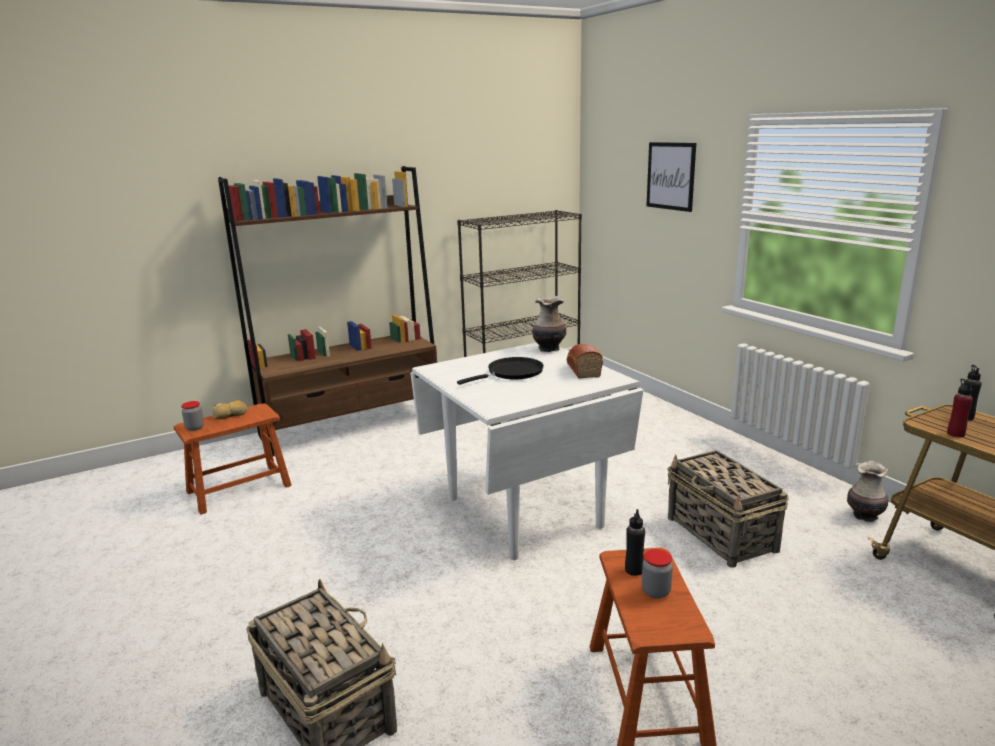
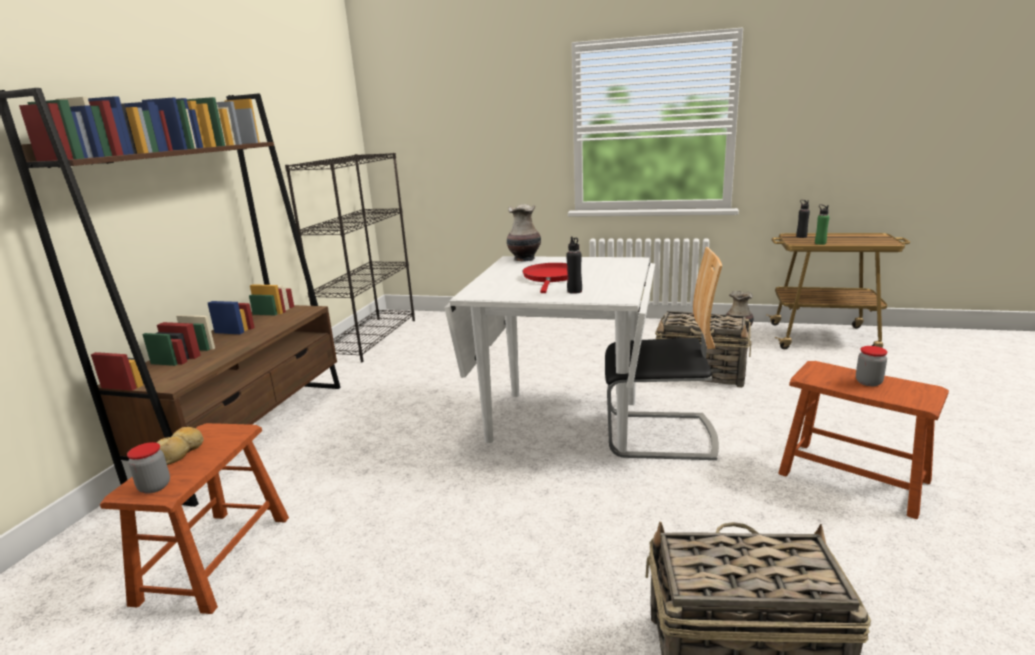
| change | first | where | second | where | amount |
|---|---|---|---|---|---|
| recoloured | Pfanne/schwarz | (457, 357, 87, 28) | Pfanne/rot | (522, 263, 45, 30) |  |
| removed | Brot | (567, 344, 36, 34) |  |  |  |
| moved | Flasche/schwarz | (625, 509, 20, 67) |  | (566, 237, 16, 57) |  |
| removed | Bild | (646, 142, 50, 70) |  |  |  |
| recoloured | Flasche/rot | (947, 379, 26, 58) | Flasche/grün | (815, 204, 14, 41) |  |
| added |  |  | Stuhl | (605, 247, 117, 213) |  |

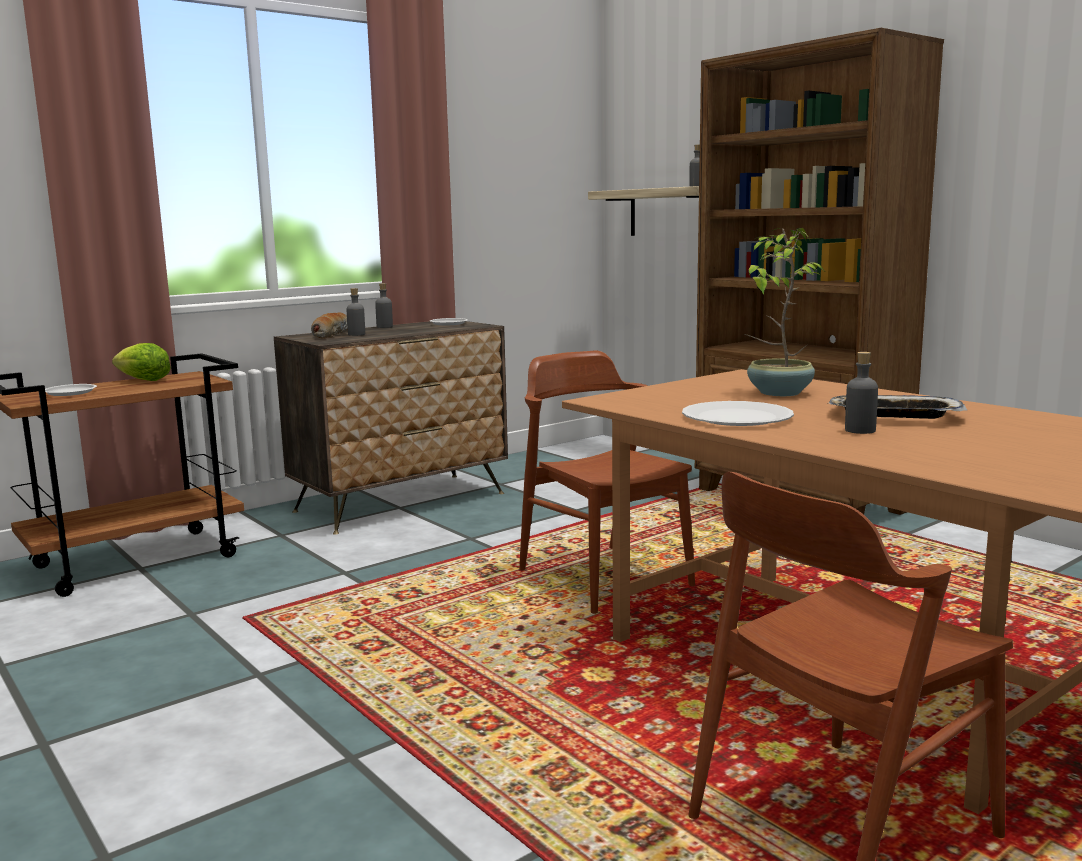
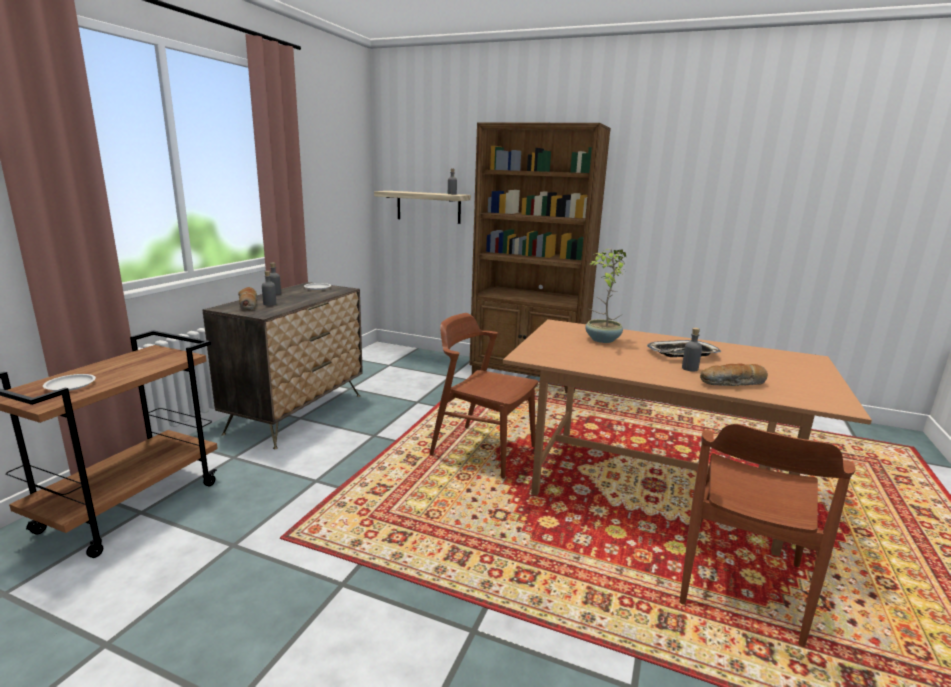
| change | first | where | second | where | amount |
|---|---|---|---|---|---|
| removed | Salatkopf | (112, 343, 59, 38) |  |  |  |
| removed | Teller/weiß | (682, 401, 112, 25) |  |  |  |
| added |  |  | Brot | (700, 364, 68, 22) |  |

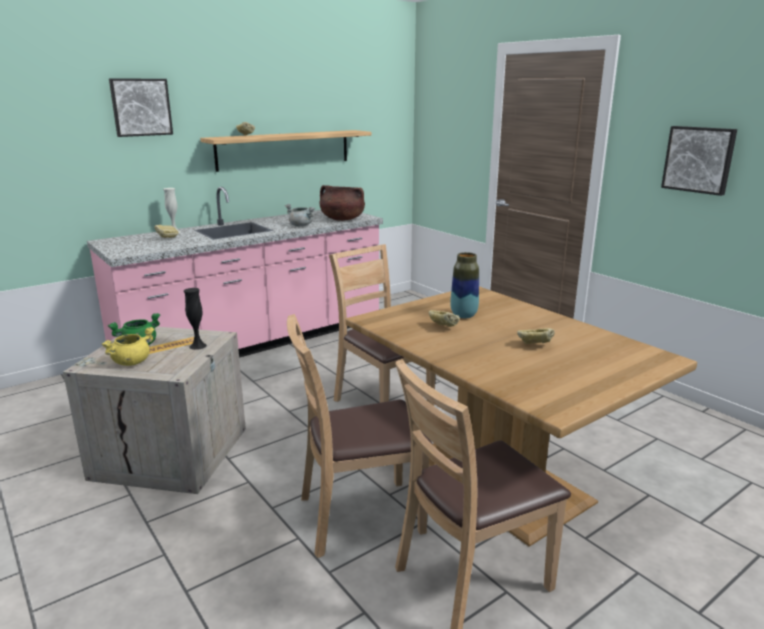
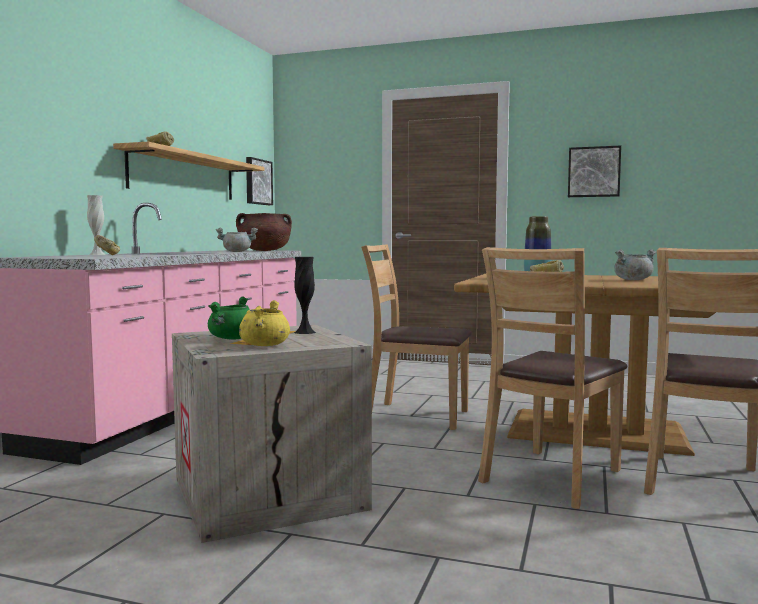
| change | first | where | second | where | amount |
|---|---|---|---|---|---|
| moved | Bild | (109, 78, 64, 59) |  | (246, 157, 27, 48) |  |
| replaced | Brot | (517, 328, 38, 16) | Kochtopf/grau | (614, 249, 42, 31) |  |

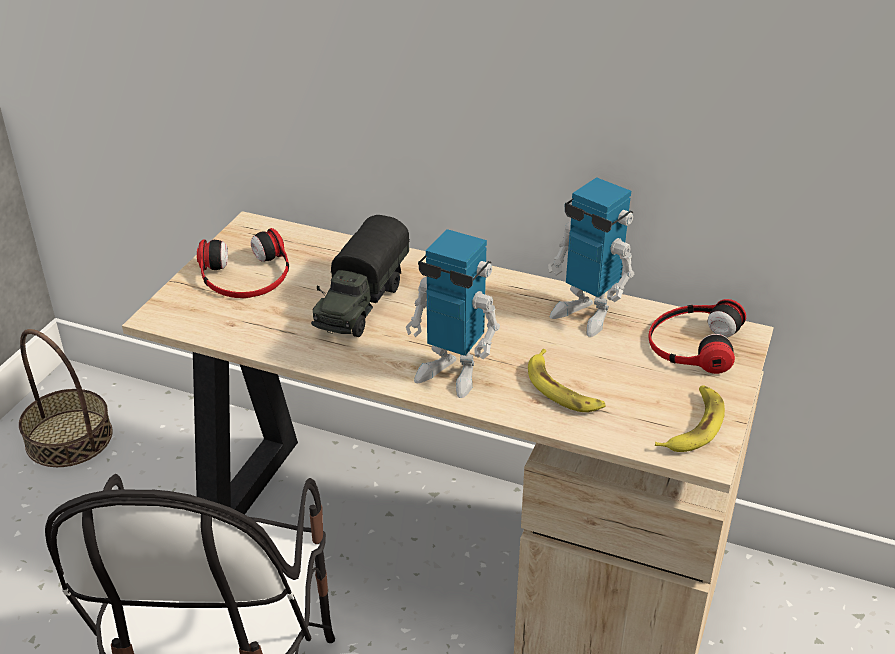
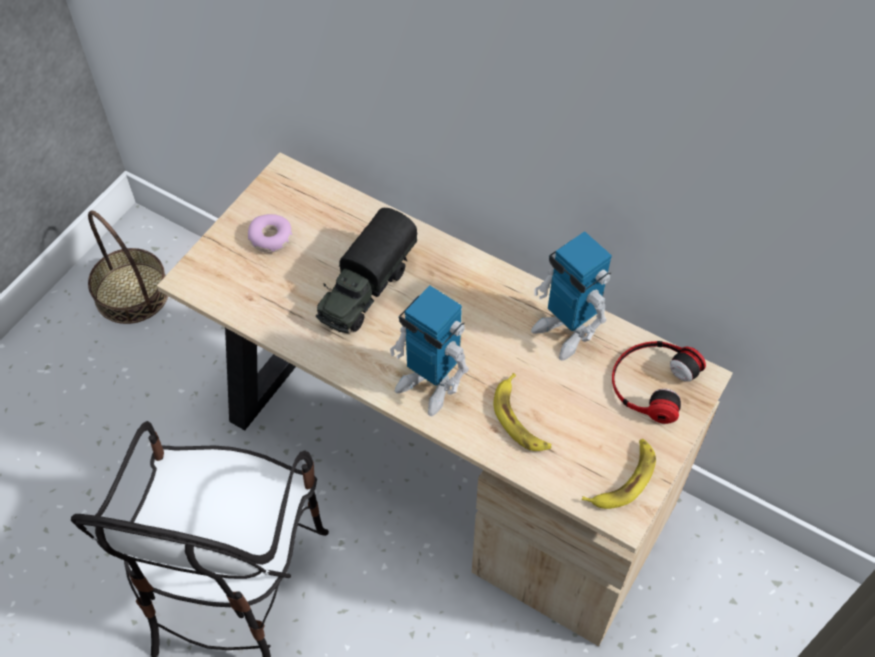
| change | first | where | second | where | amount |
|---|---|---|---|---|---|
| replaced | Kopfhörer | (197, 228, 92, 70) | Donut | (248, 214, 44, 39) |  |

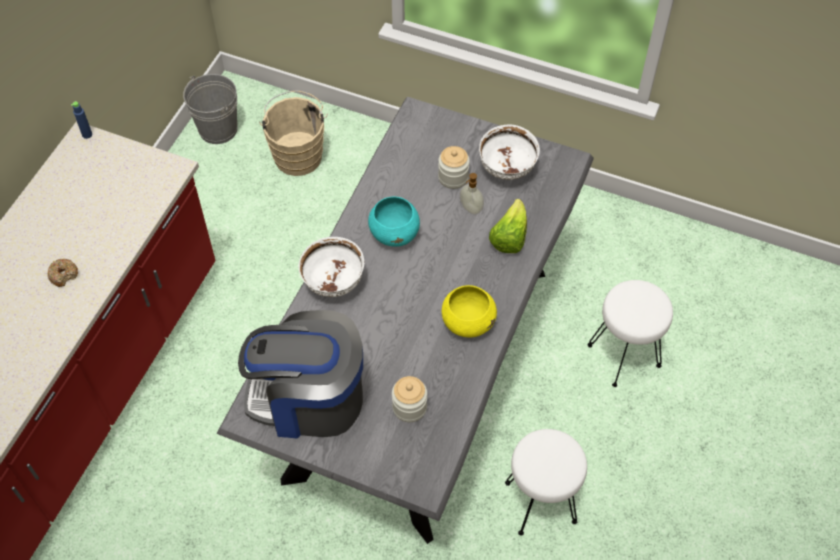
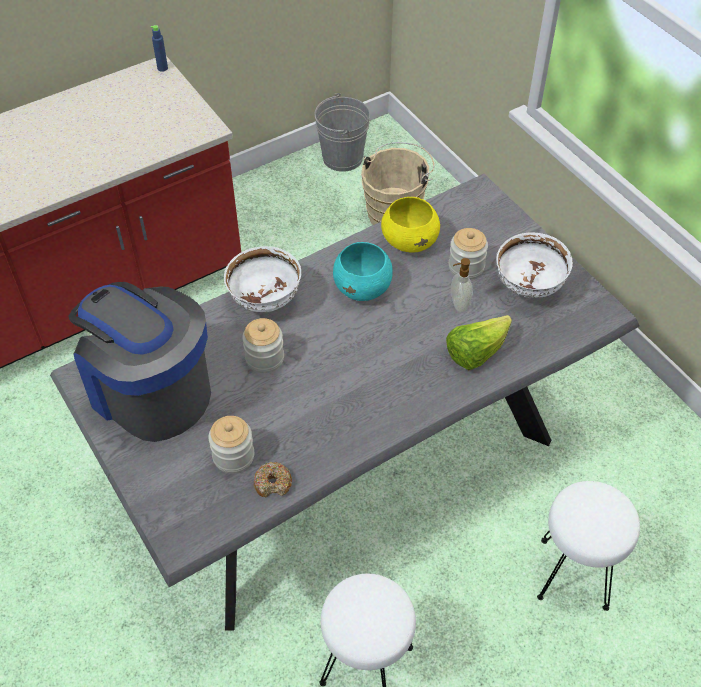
| change | first | where | second | where | amount |
|---|---|---|---|---|---|
| moved | Donut | (48, 259, 30, 28) |  | (254, 462, 38, 36) |  |
| moved | Schüssel/gelb | (442, 285, 55, 53) |  | (381, 197, 59, 56) |  |
| added |  |  | Vorratsglas | (242, 318, 42, 55) |  |

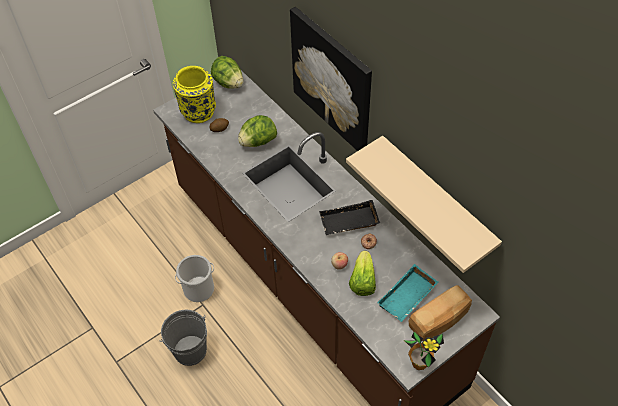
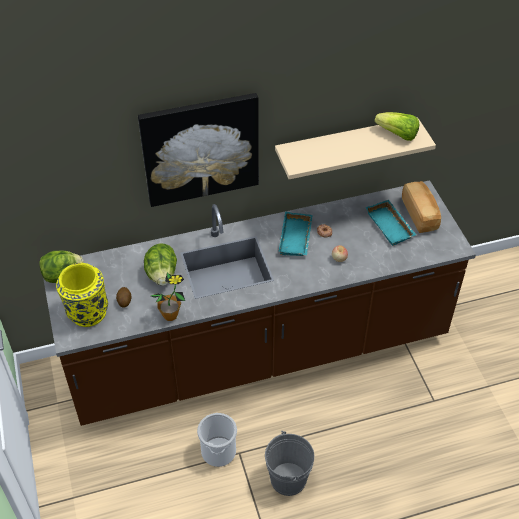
| change | first | where | second | where | amount |
|---|---|---|---|---|---|
| recoloured | Tablett/schwarz | (319, 200, 61, 35) | Tablett/türkis | (278, 212, 35, 44) |  |
| moved | Salatkopf | (349, 251, 27, 45) |  | (374, 112, 45, 29) |  |
| moved | Topfpflanze | (404, 332, 40, 38) |  | (151, 272, 34, 49) |  |

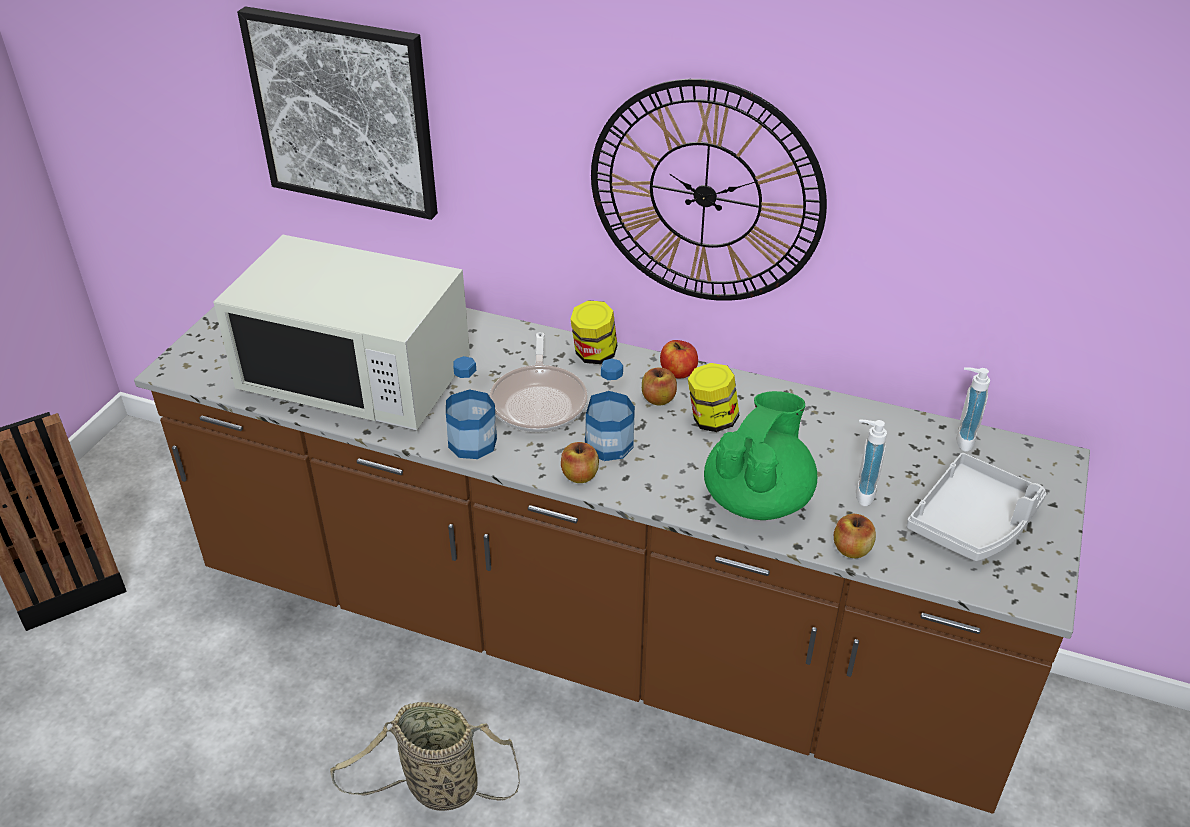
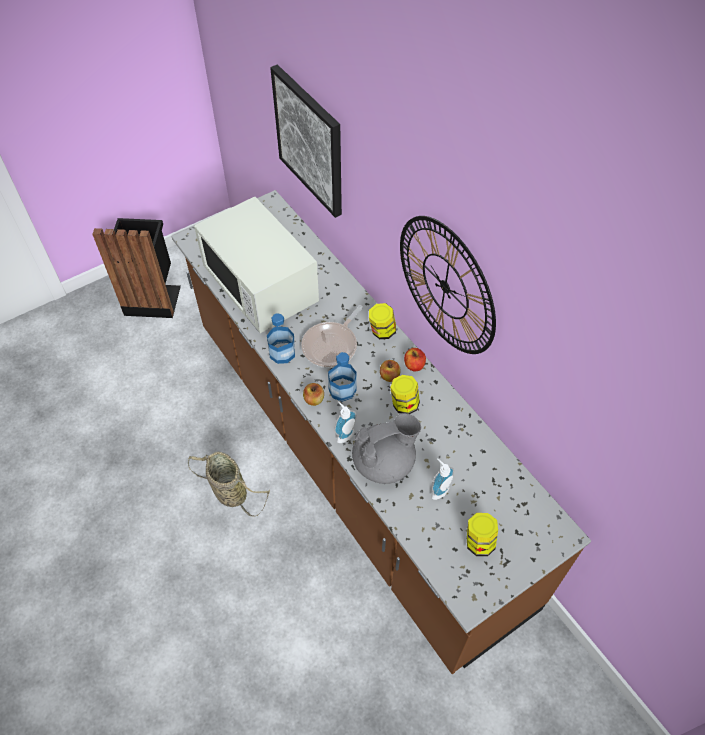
| change | first | where | second | where | amount |
|---|---|---|---|---|---|
| recoloured | Teekanne/grün | (704, 391, 113, 129) | Teekanne/grau | (352, 413, 69, 71) |  |
| removed | Apfel | (834, 514, 42, 44) |  |  |  |
| replaced | Tablett/grau | (907, 453, 140, 108) | Vorratsglas | (467, 513, 31, 43) |  |
| moved | Seifenspender | (956, 367, 34, 85) |  | (334, 401, 23, 42) |  |

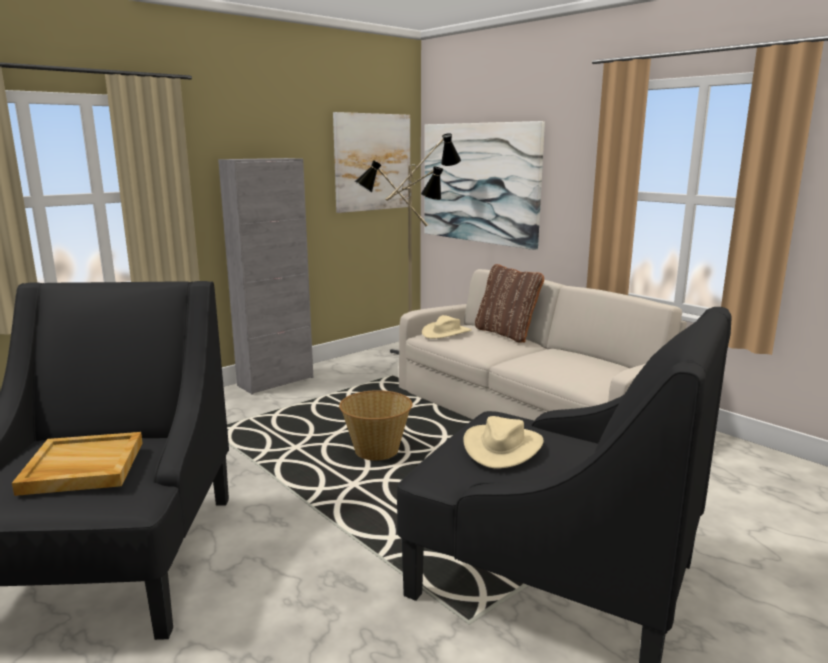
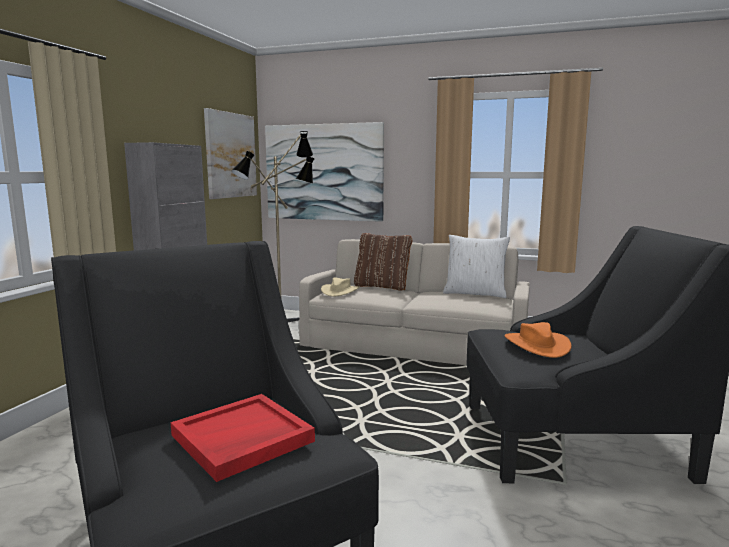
| change | first | where | second | where | amount |
|---|---|---|---|---|---|
| recoloured | Tablett/beige | (12, 432, 130, 64) | Tablett/rot | (171, 394, 144, 88) |  |
| removed | Korb | (339, 390, 74, 70) |  |  |  |
| recoloured | Hut/beige | (464, 416, 80, 53) | Hut/orange | (505, 322, 66, 36) |  |
| added |  |  | Kissen/weiß | (443, 235, 67, 63) |  |

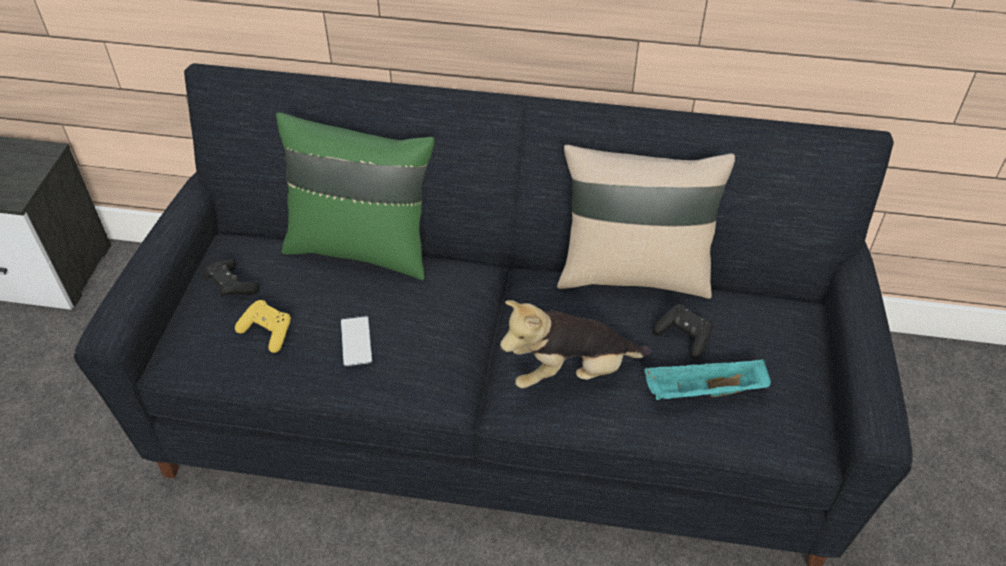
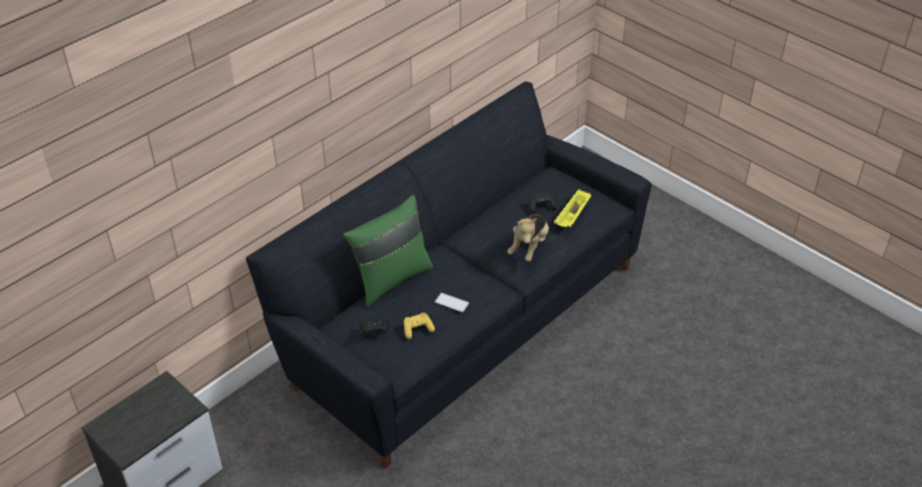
| change | first | where | second | where | amount |
|---|---|---|---|---|---|
| removed | Kissen/beige | (557, 145, 178, 154) |  |  |  |
| recoloured | Tablett/türkis | (644, 359, 127, 41) | Tablett/gelb | (554, 189, 37, 38) |  |

